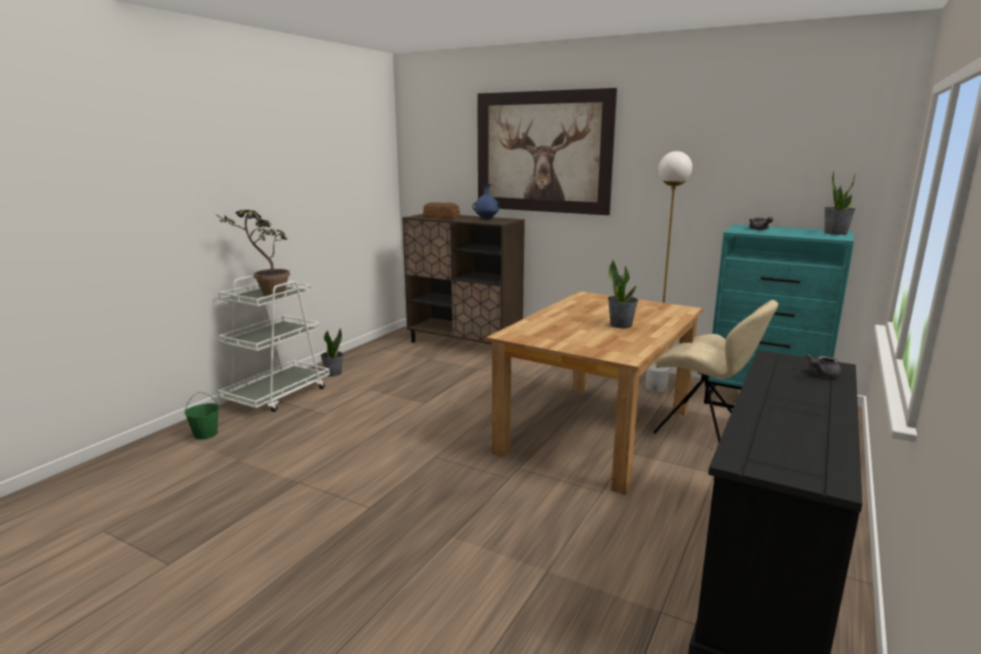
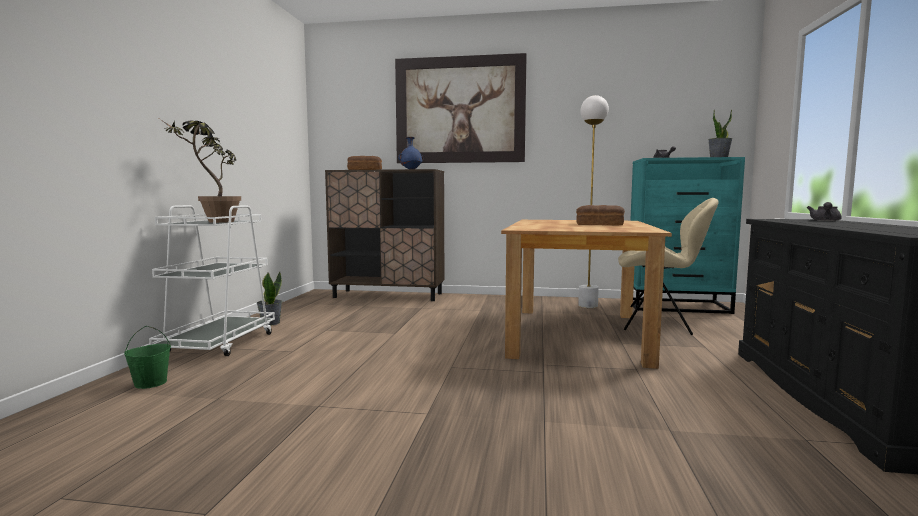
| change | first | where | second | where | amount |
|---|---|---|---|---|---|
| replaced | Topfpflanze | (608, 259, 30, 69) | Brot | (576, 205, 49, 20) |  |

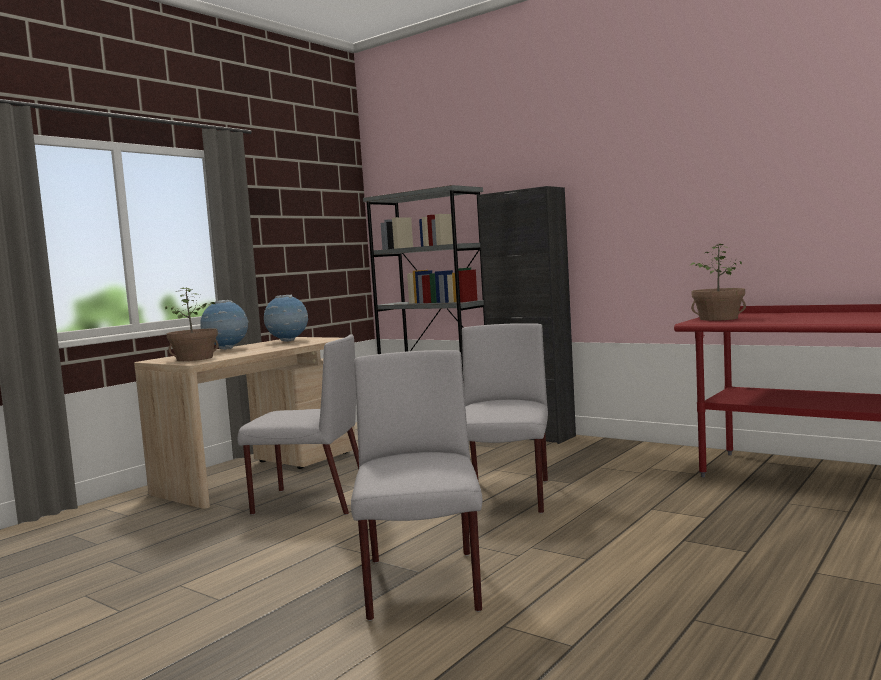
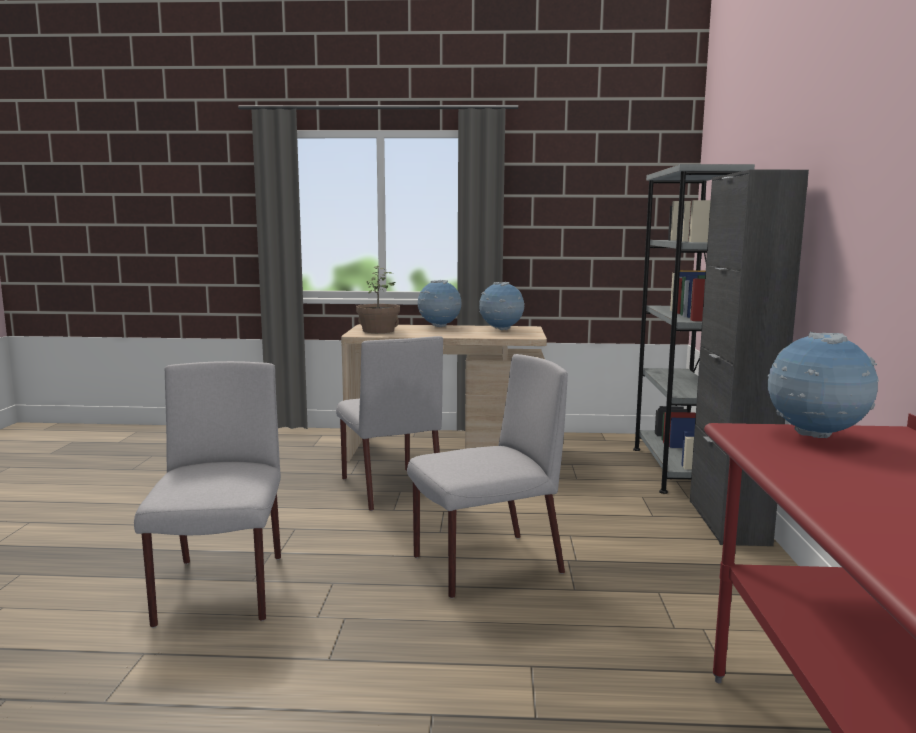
| change | first | where | second | where | amount |
|---|---|---|---|---|---|
| turned | Stuhl/grau | (351, 350, 131, 271) |  | (134, 361, 147, 267) | 60 degrees counterclockwise |
| replaced | Topfpflanze | (690, 244, 56, 77) | Globus | (767, 332, 112, 106) |  |

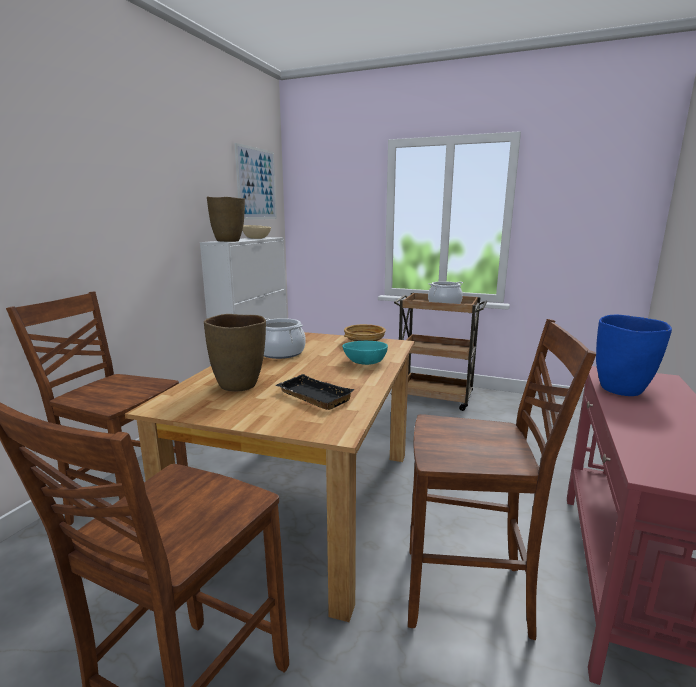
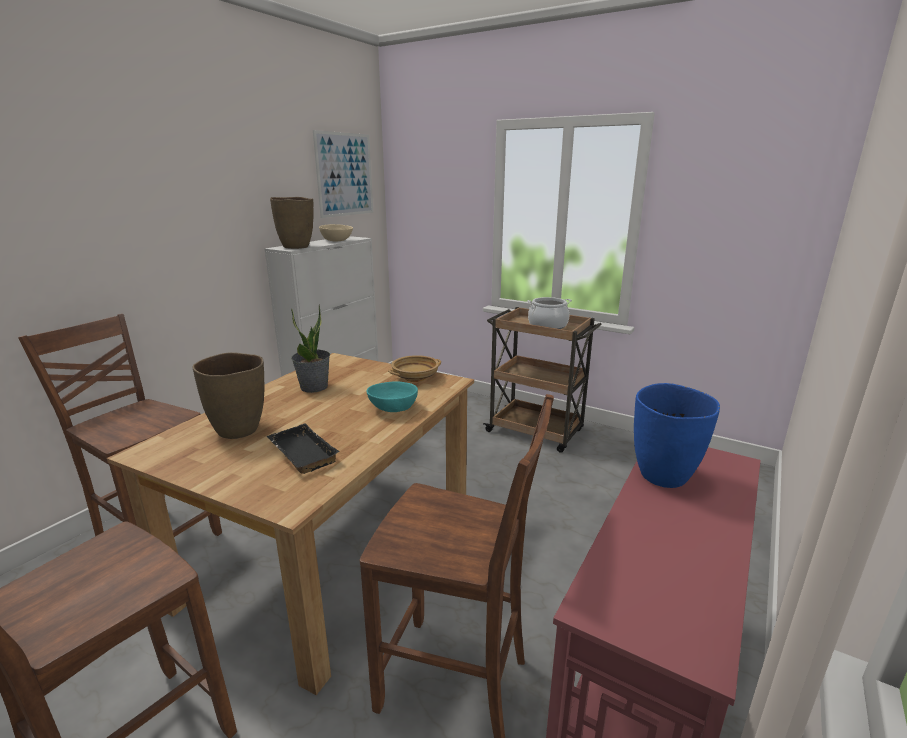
| change | first | where | second | where | amount |
|---|---|---|---|---|---|
| replaced | Kochtopf | (264, 318, 42, 41) | Topfpflanze | (291, 305, 39, 88) |  |

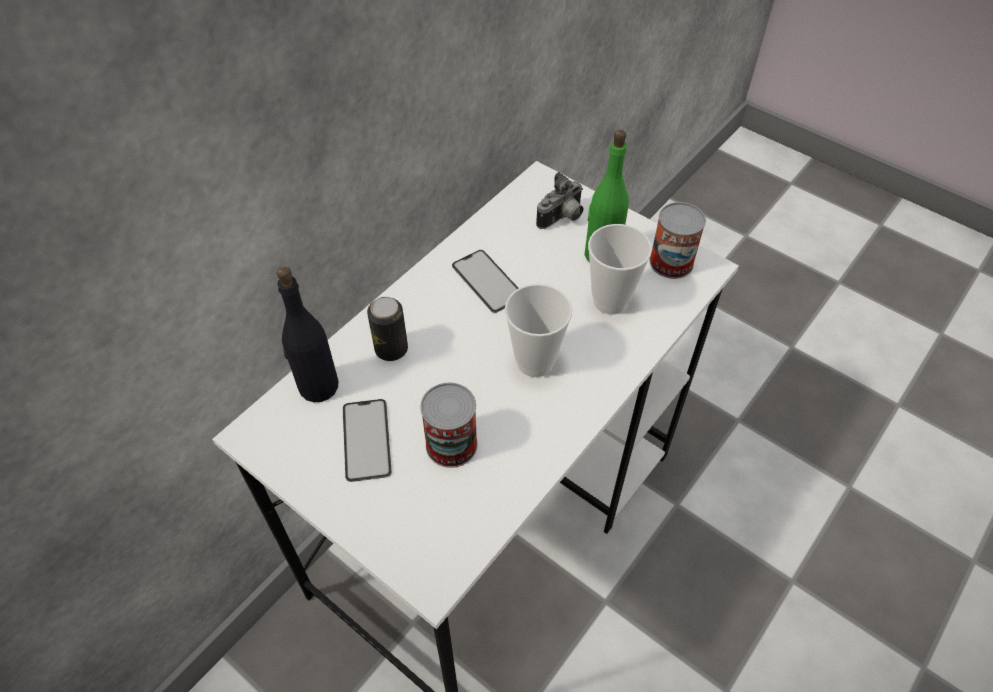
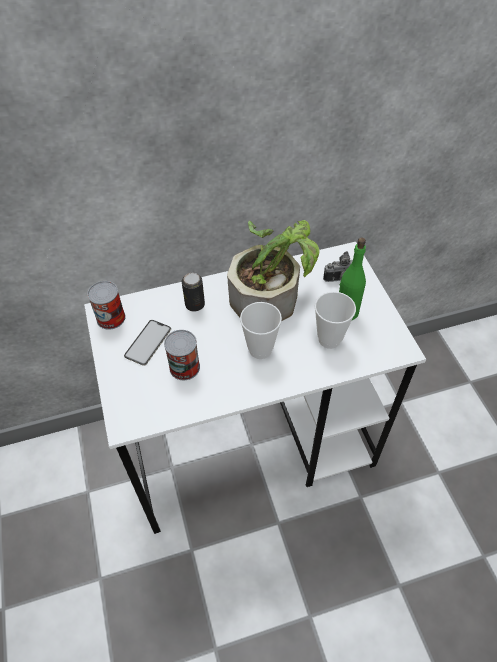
| change | first | where | second | where | amount |
|---|---|---|---|---|---|
| removed | Flasche/schwarz | (277, 267, 62, 135) |  |  |  |
| replaced | Handy | (452, 250, 67, 63) | Topfpflanze | (227, 220, 93, 101) |  |
| moved | Dose | (649, 202, 57, 77) |  | (87, 281, 39, 49) |  |

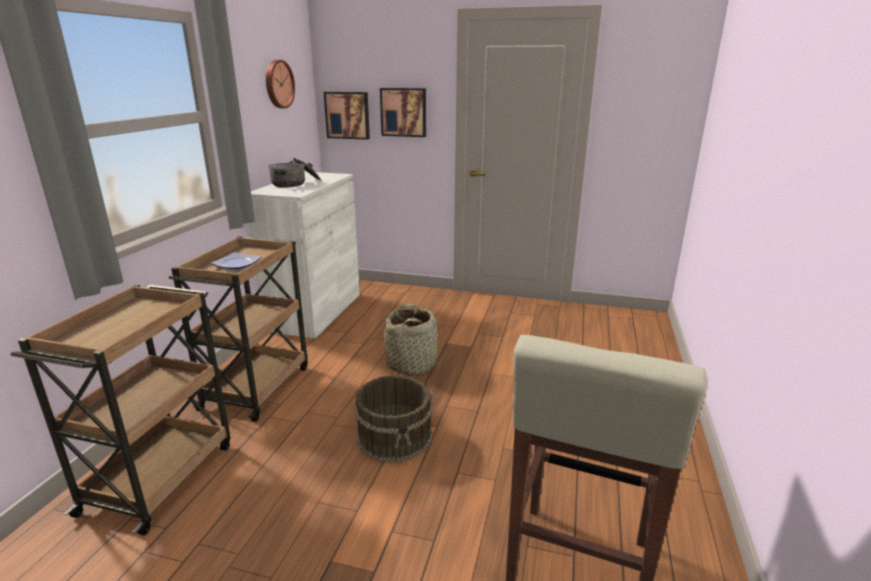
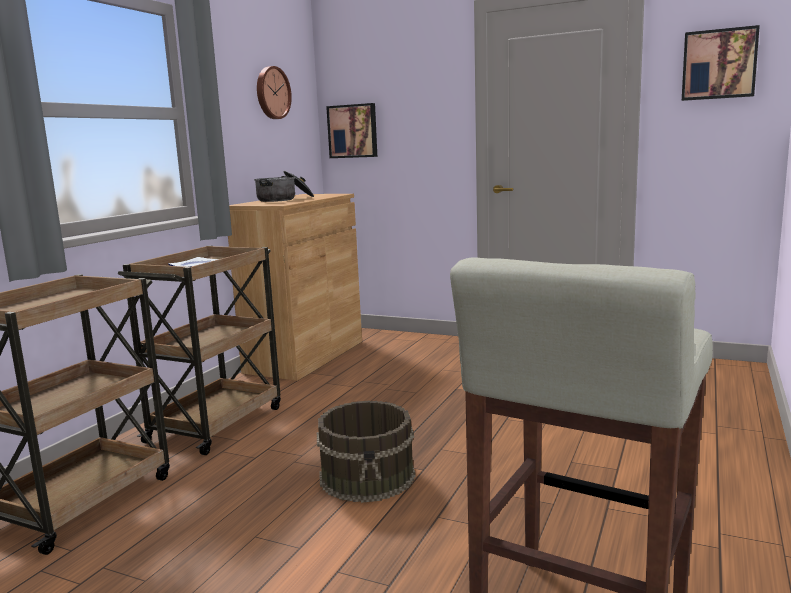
| change | first | where | second | where | amount |
|---|---|---|---|---|---|
| recoloured | Schrank/weiß | (250, 172, 110, 166) | Schrank/braun | (228, 194, 134, 187) |  |
| moved | Bild | (380, 88, 46, 49) |  | (682, 25, 78, 76) |  |
| removed | Korb | (384, 303, 53, 73) |  |  |  |

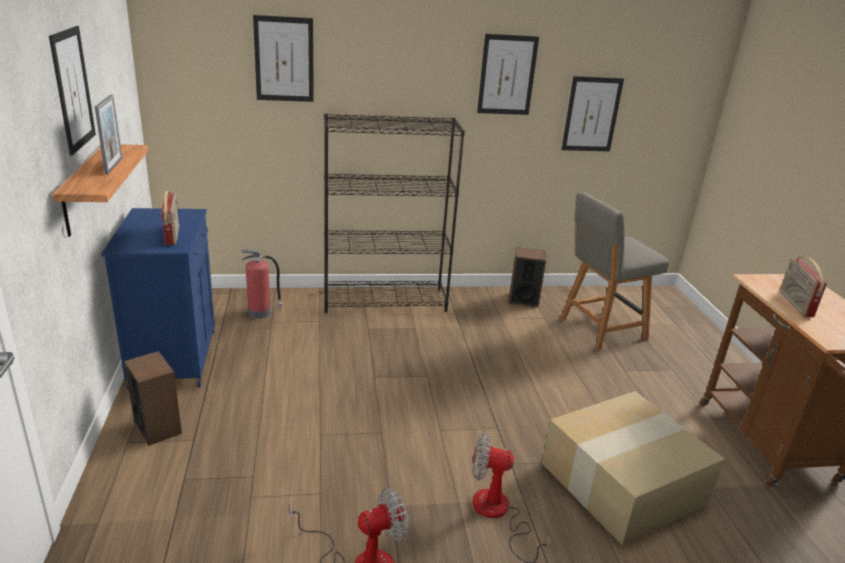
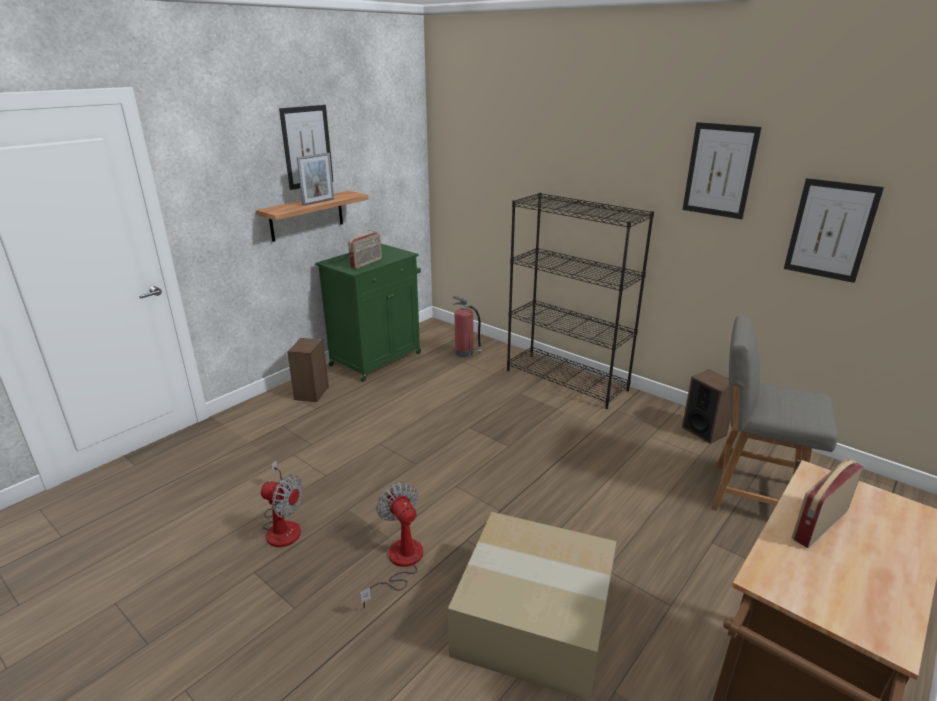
| change | first | where | second | where | amount |
|---|---|---|---|---|---|
| recoloured | Schrank/blau | (101, 208, 114, 181) | Schrank/grün | (315, 244, 106, 138) |  |
| removed | Bild | (253, 15, 61, 87) |  |  |  |

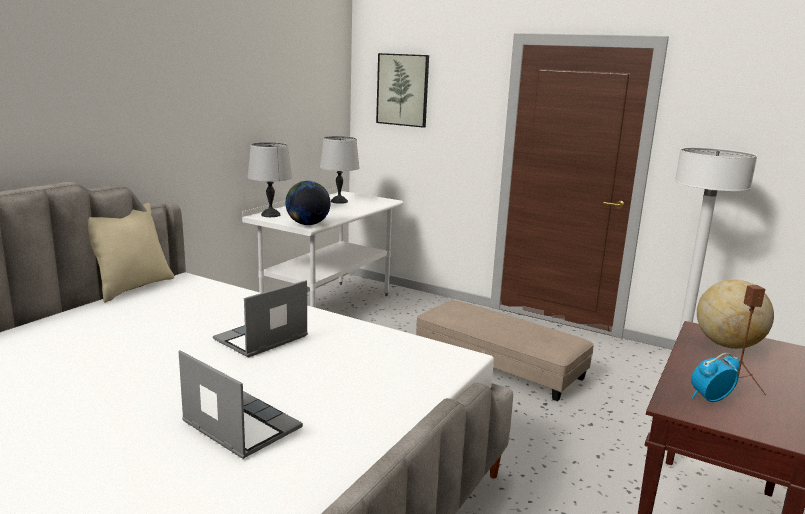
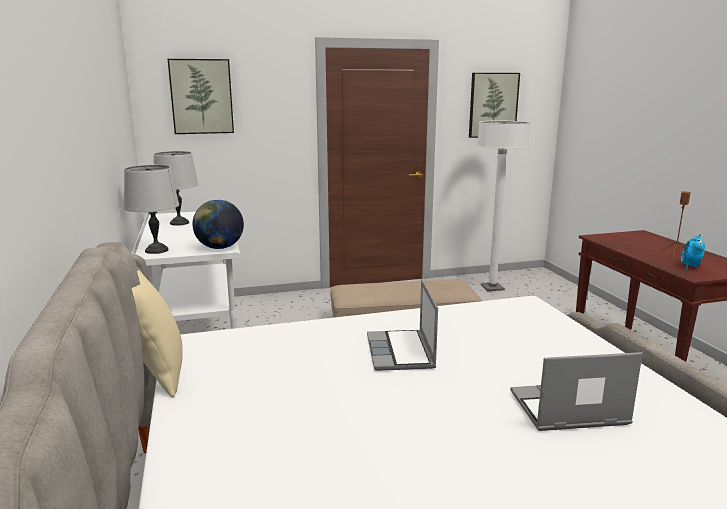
| change | first | where | second | where | amount |
|---|---|---|---|---|---|
| removed | Globus | (697, 280, 77, 69) |  |  |  |
| added |  |  | Bild | (469, 73, 51, 65) |  |

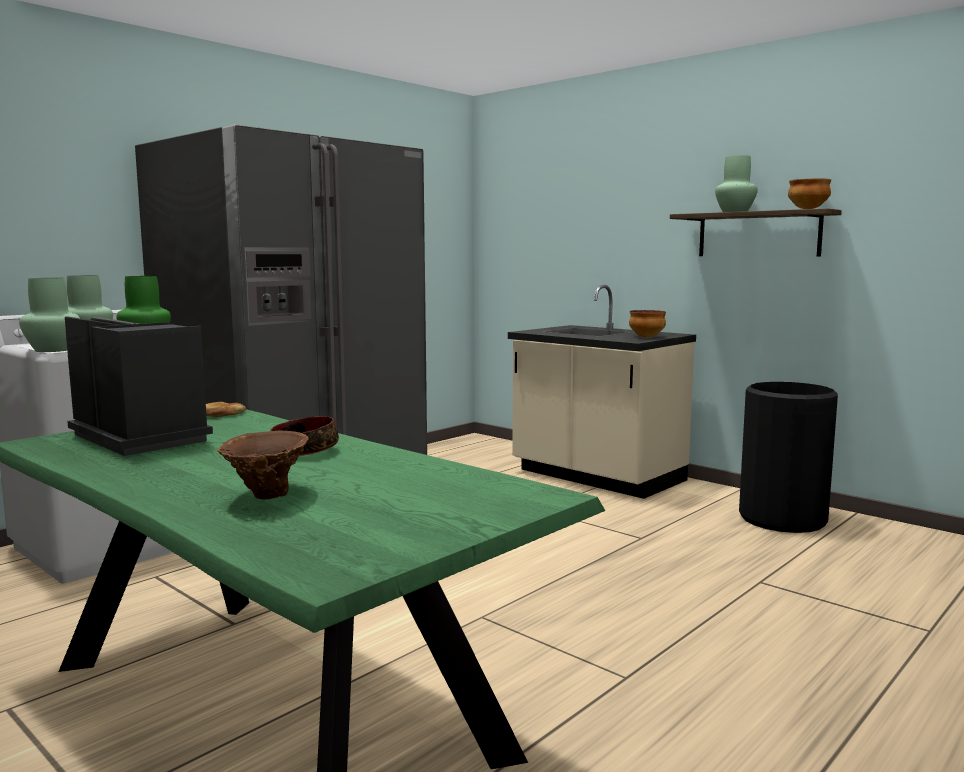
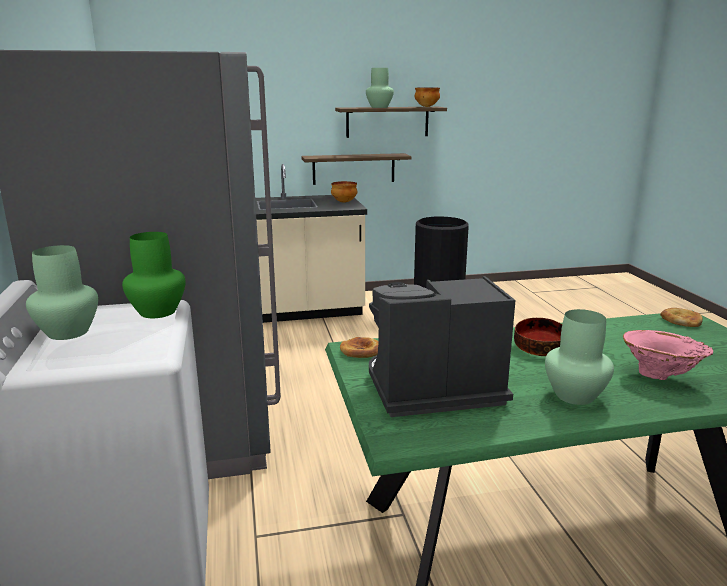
| change | first | where | second | where | amount |
|---|---|---|---|---|---|
| moved | Vase/grün | (19, 278, 61, 74) |  | (545, 309, 69, 96) |  |
| recoloured | Vase/braun | (217, 430, 92, 70) | Vase/rosa | (623, 330, 90, 50) |  |
| added |  |  | Wandregal | (301, 153, 111, 32) |  |
| added |  |  | Brot | (660, 308, 43, 19) |  |

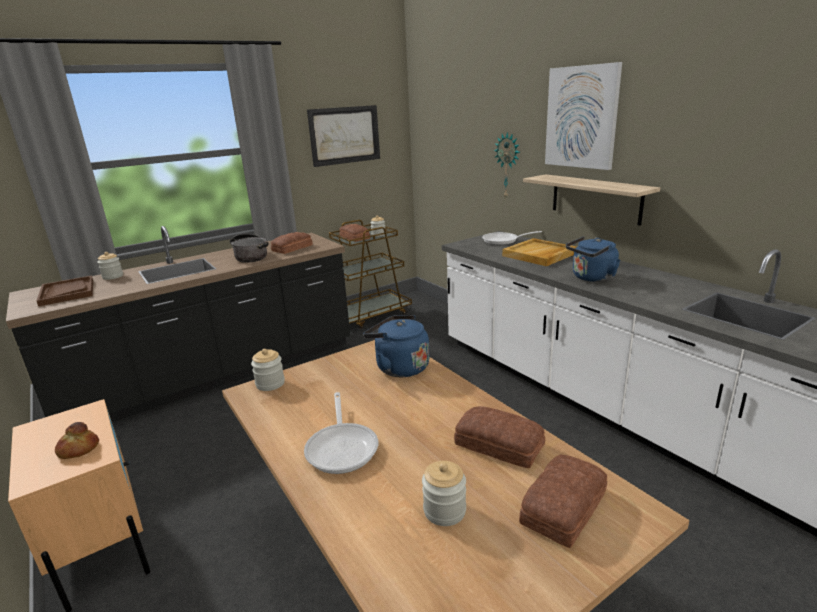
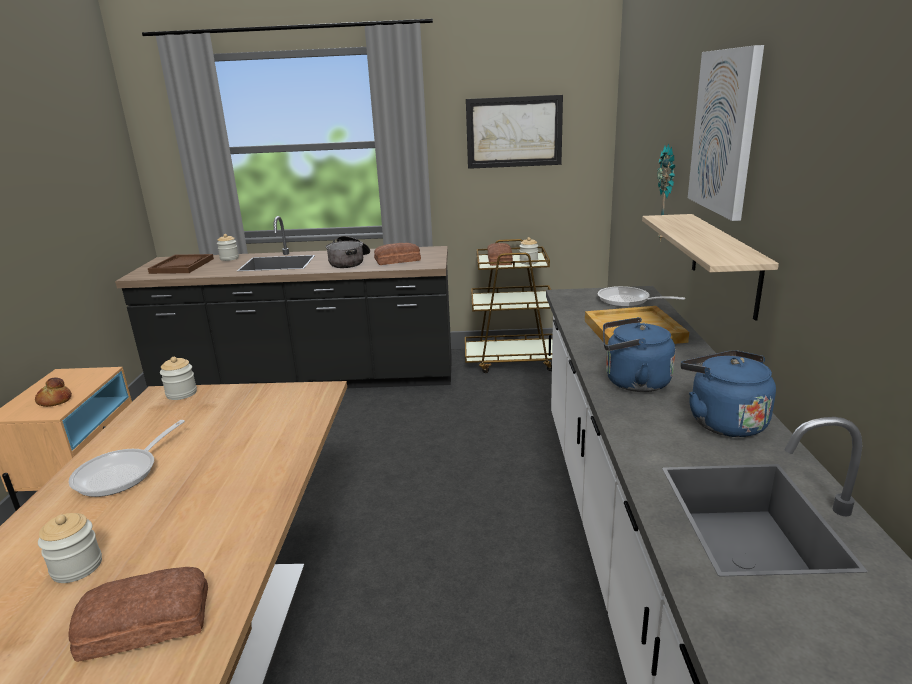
| change | first | where | second | where | amount |
|---|---|---|---|---|---|
| moved | Wasserkessel/blau | (363, 315, 67, 62) |  | (680, 350, 96, 87) |  |
| removed | Brot | (454, 406, 91, 62) |  |  |  |

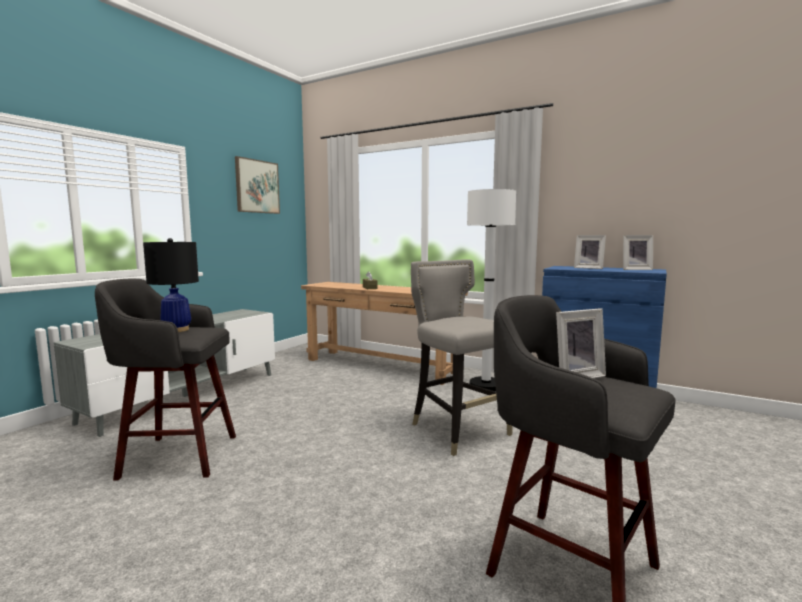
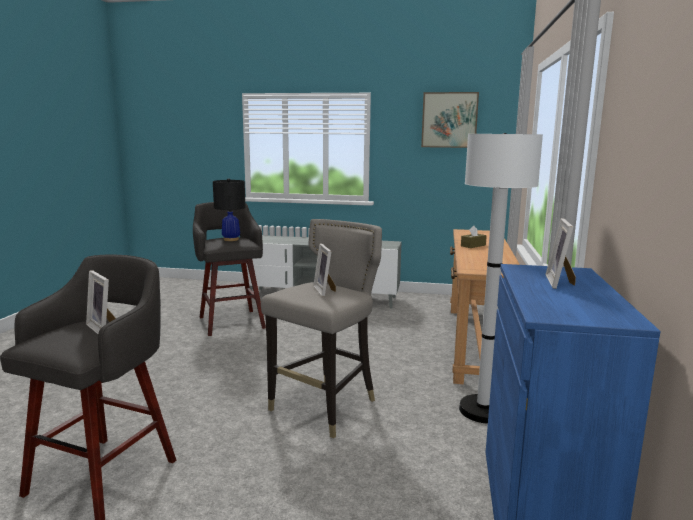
| change | first | where | second | where | amount |
|---|---|---|---|---|---|
| moved | Bilderrahmen | (623, 235, 30, 35) |  | (313, 244, 23, 53) |  |

